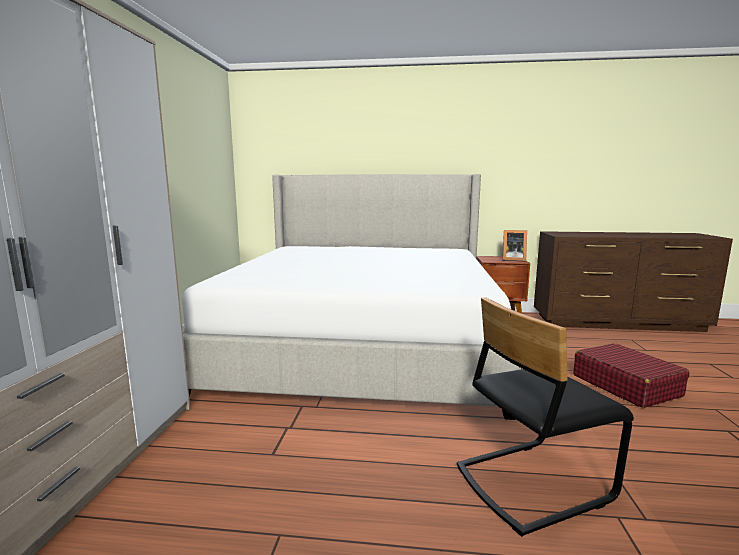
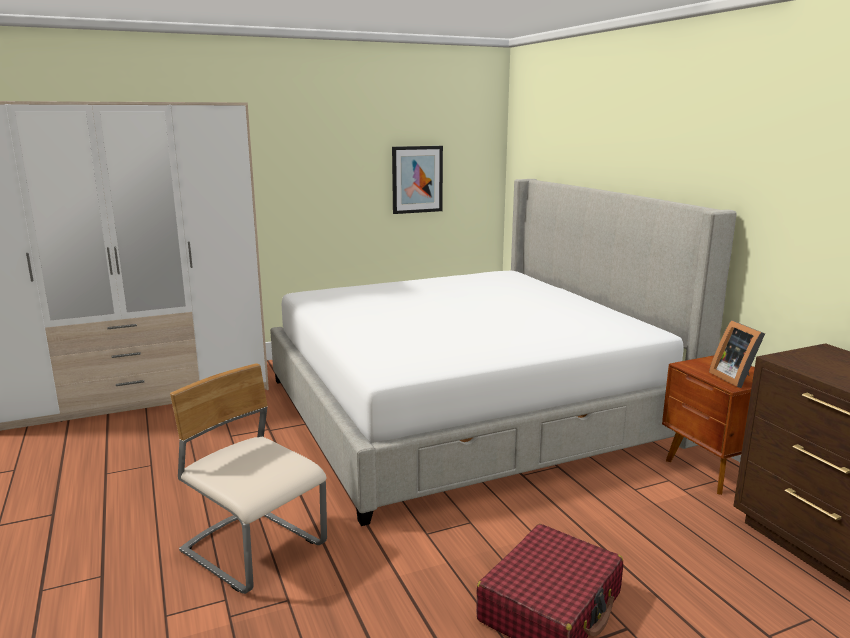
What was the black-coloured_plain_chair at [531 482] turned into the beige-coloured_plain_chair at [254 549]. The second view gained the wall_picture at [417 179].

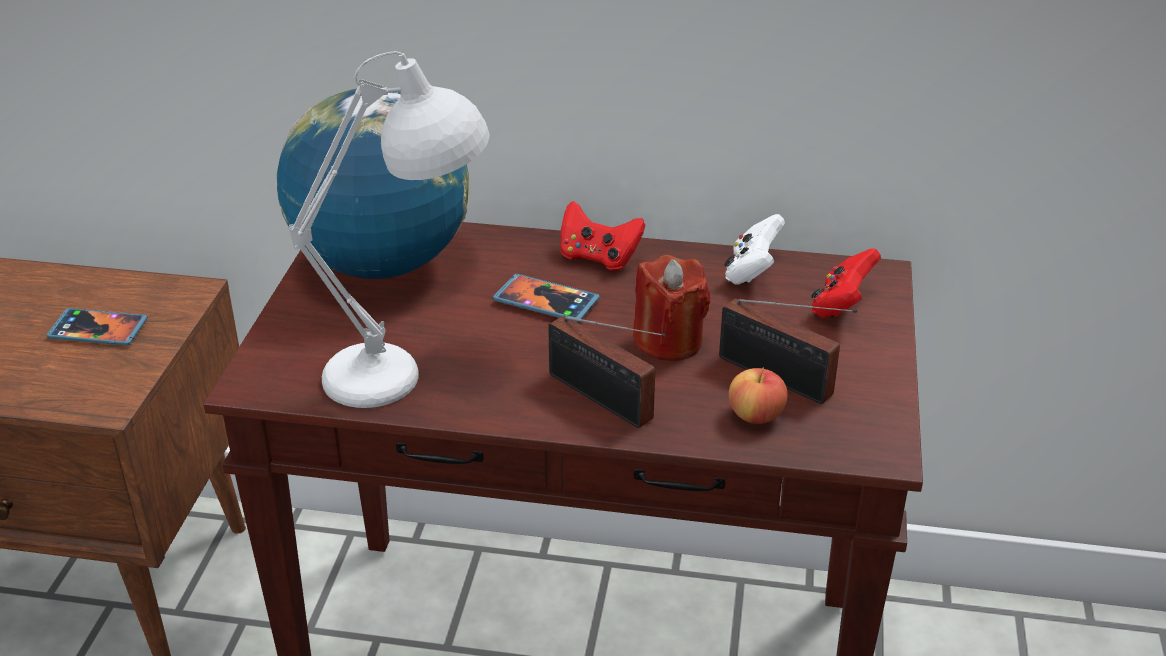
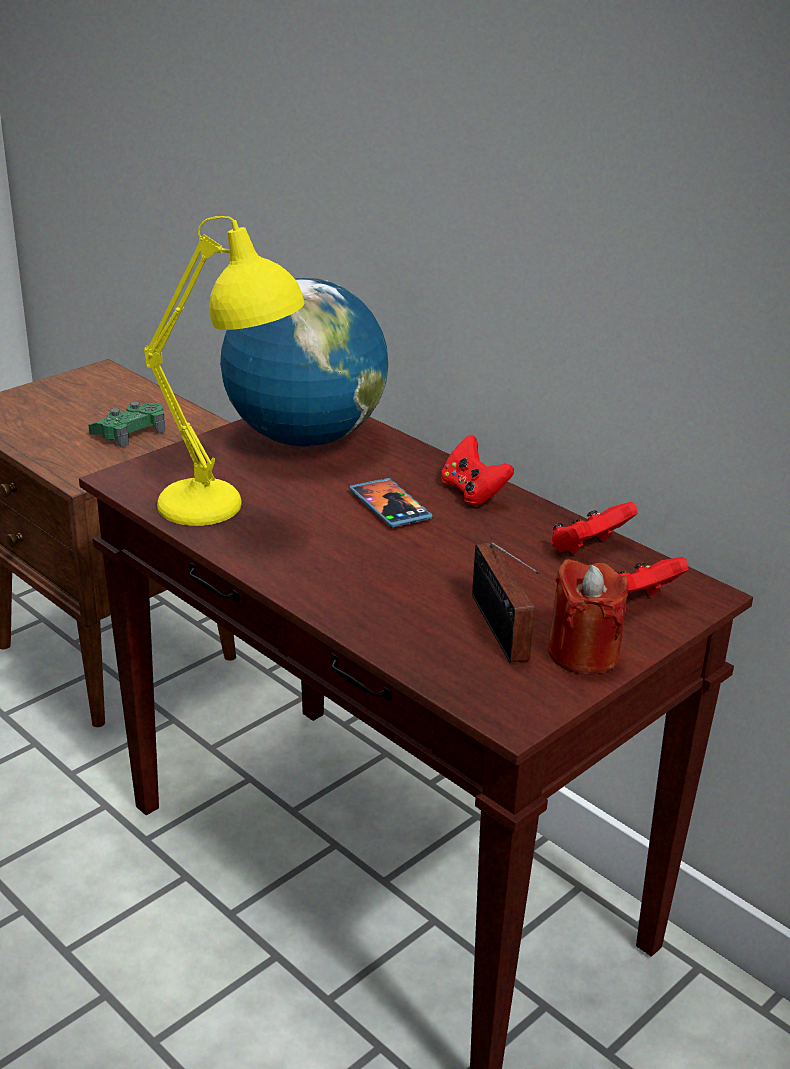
Where the handset stood at [98 330], the green-coloured_game_controller came to stand at [129 432]. What was the white_lamp_for_a_table at [412 373] turned into the yellow_lamp_for_a_table at [230 513]. The red-coloured_wax_light ended up elsewhere, having gone from [668 341] to [583 653]. What was the white_game_controller at [752 272] turned into the red-coloured_game_controller at [588 549]. The second view lost the radio_set at [604 400]. The second view lost the whole_apple at [755 415].

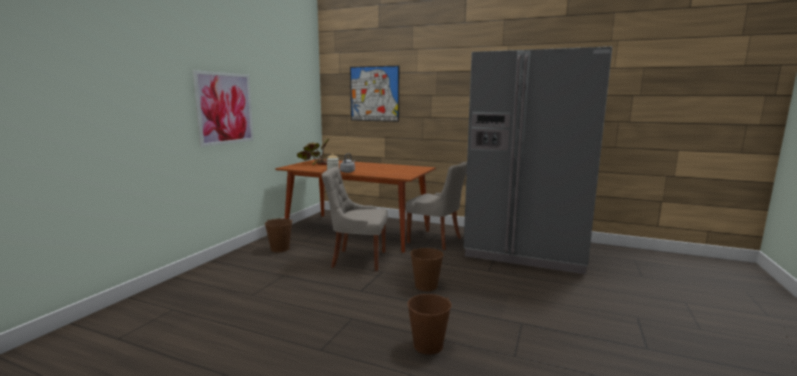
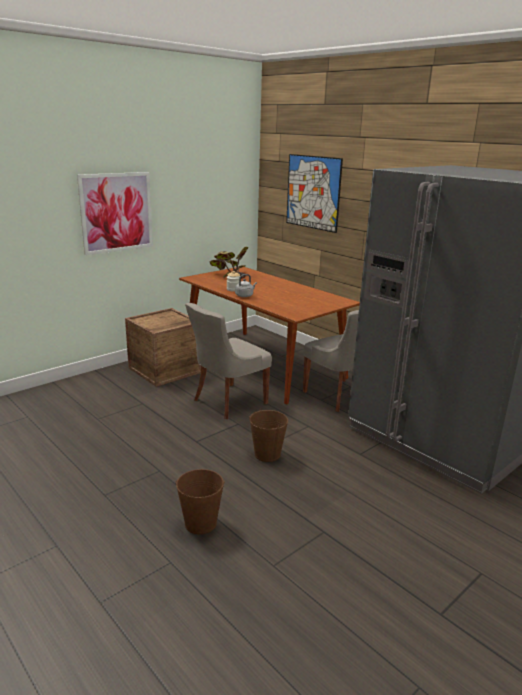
Where the brown_bucket stood at [280 249], the crate came to stand at [165 370]. The grey_plain_chair at [357 259] ended up facing another way, 75 degrees counterclockwise from before.

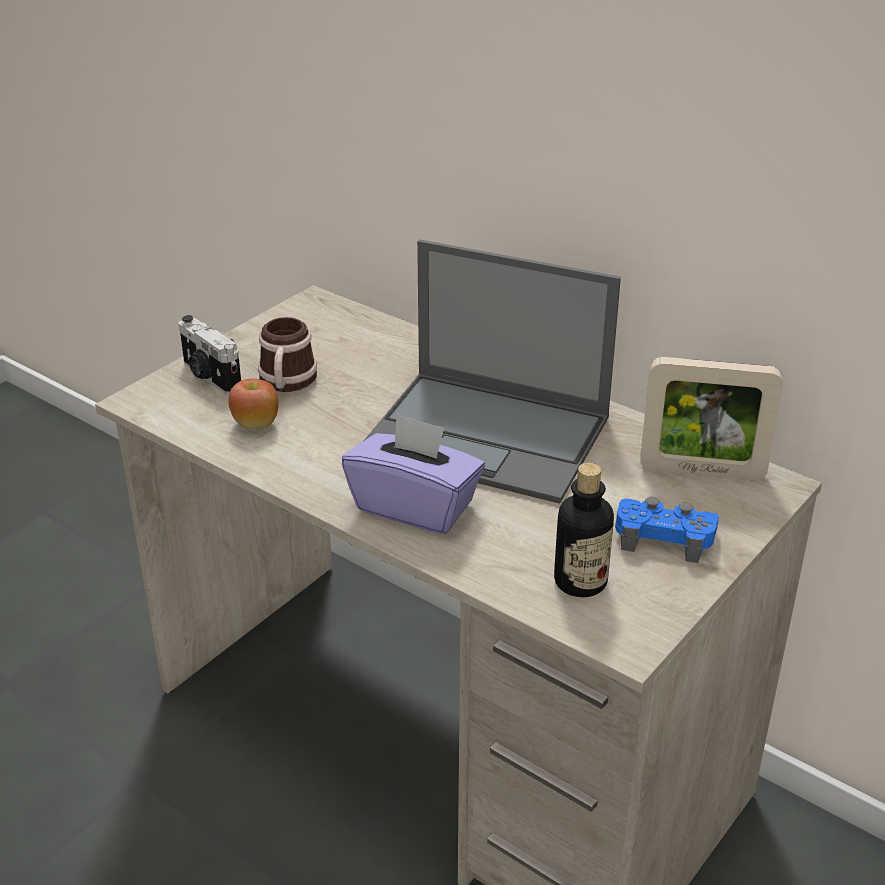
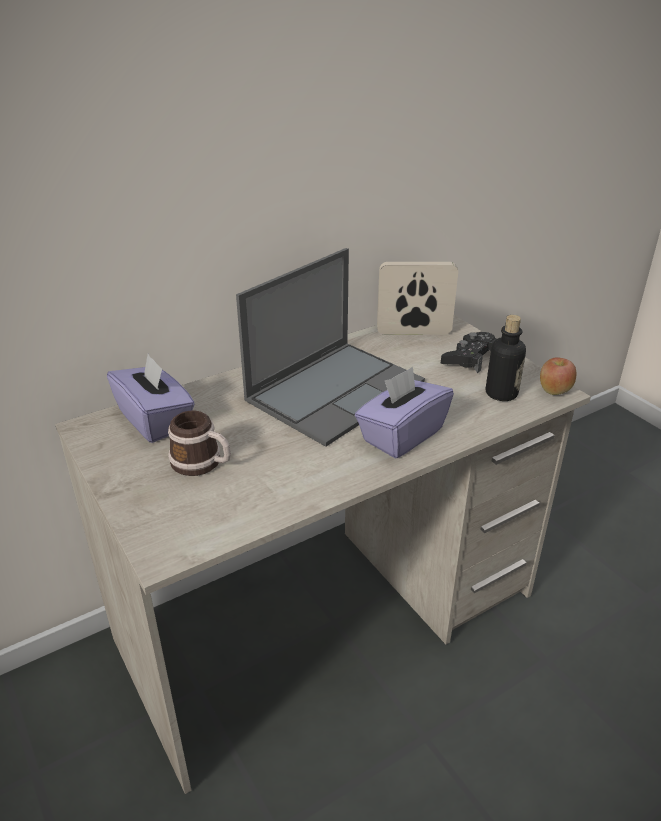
The second view gained the purplish_tissue_holder at [155 420]. The photo_frame at [702 471] ended up facing another way, 120 degrees counterclockwise from before. What was the blue-coloured_game_controller at [664 537] turned into the black-coloured_game_controller at [469 358]. The whole_apple ended up elsewhere, having gone from [255 424] to [554 391]. The second view lost the still_camera at [210 377].

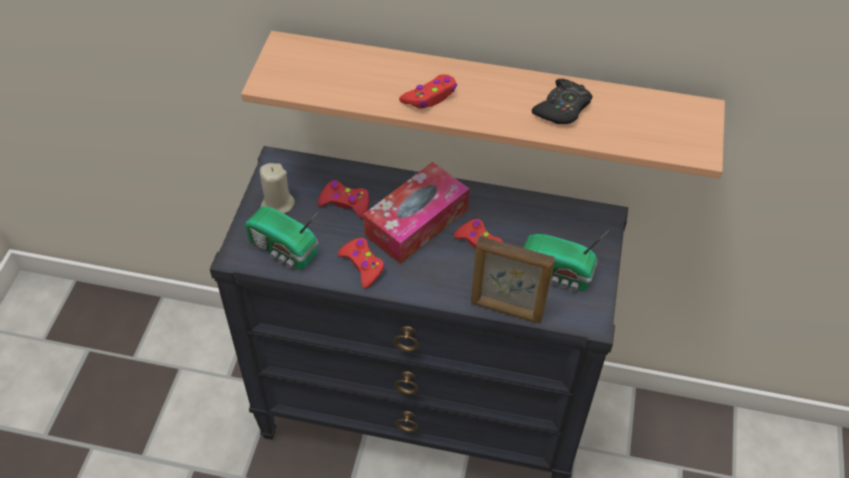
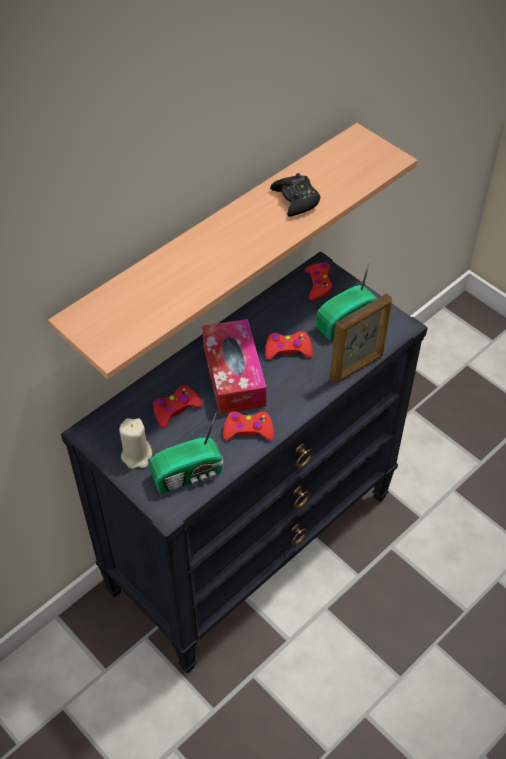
The red-coloured_game_controller ended up elsewhere, having gone from [430 97] to [319 284].

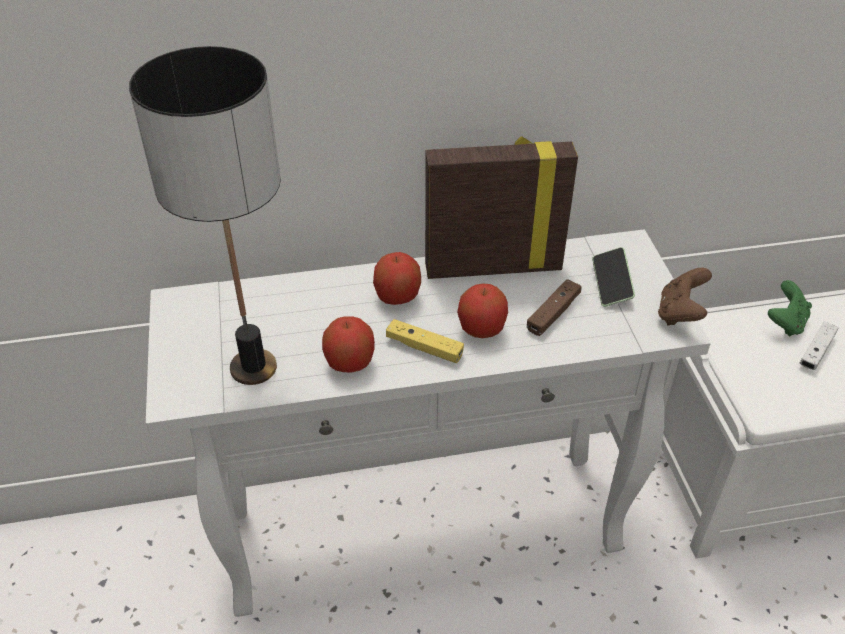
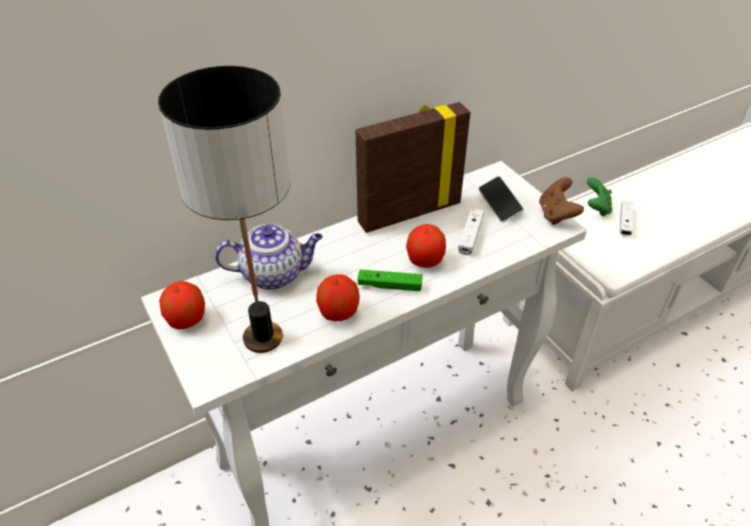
The whole_apple ended up elsewhere, having gone from [397 297] to [186 320]. The second view gained the tea_pot at [274 274]. What was the yellow_game_controller at [424 348] turned into the green-coloured_game_controller at [389 286]. What was the brown_game_controller at [553 313] turned into the white_game_controller at [470 236].

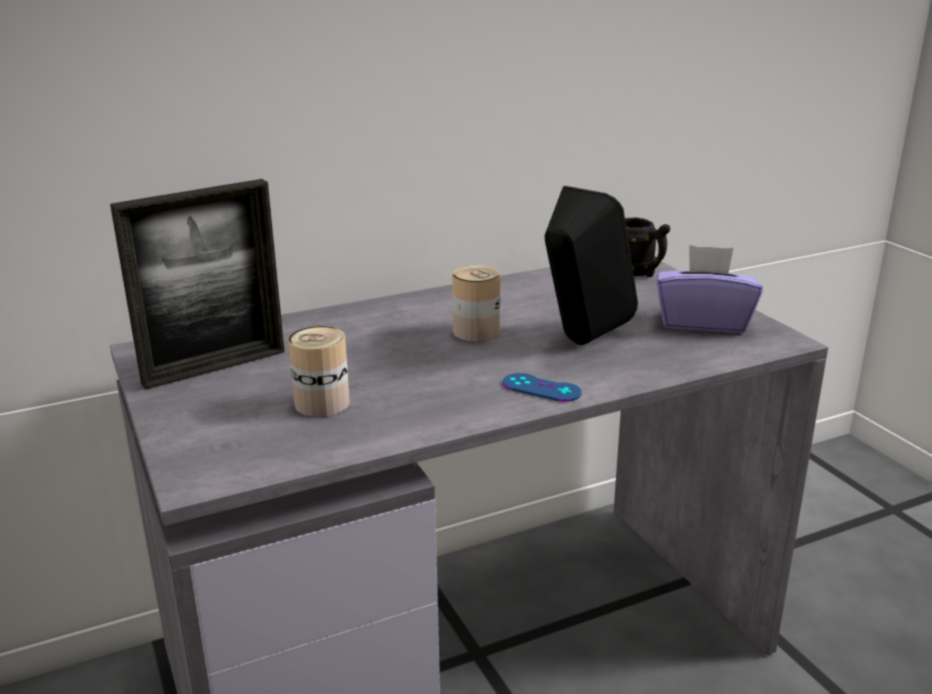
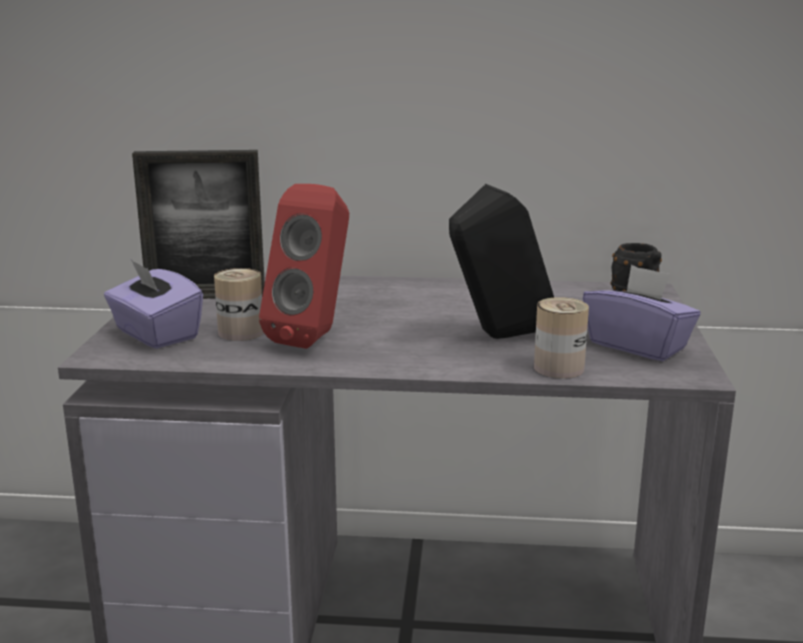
The second view gained the purplish_tissue_holder at [155 334]. The second view gained the red-coloured_audio_speaker at [315 338]. The can ended up elsewhere, having gone from [476 332] to [558 368]. The second view lost the blue-coloured_game_controller at [541 388].

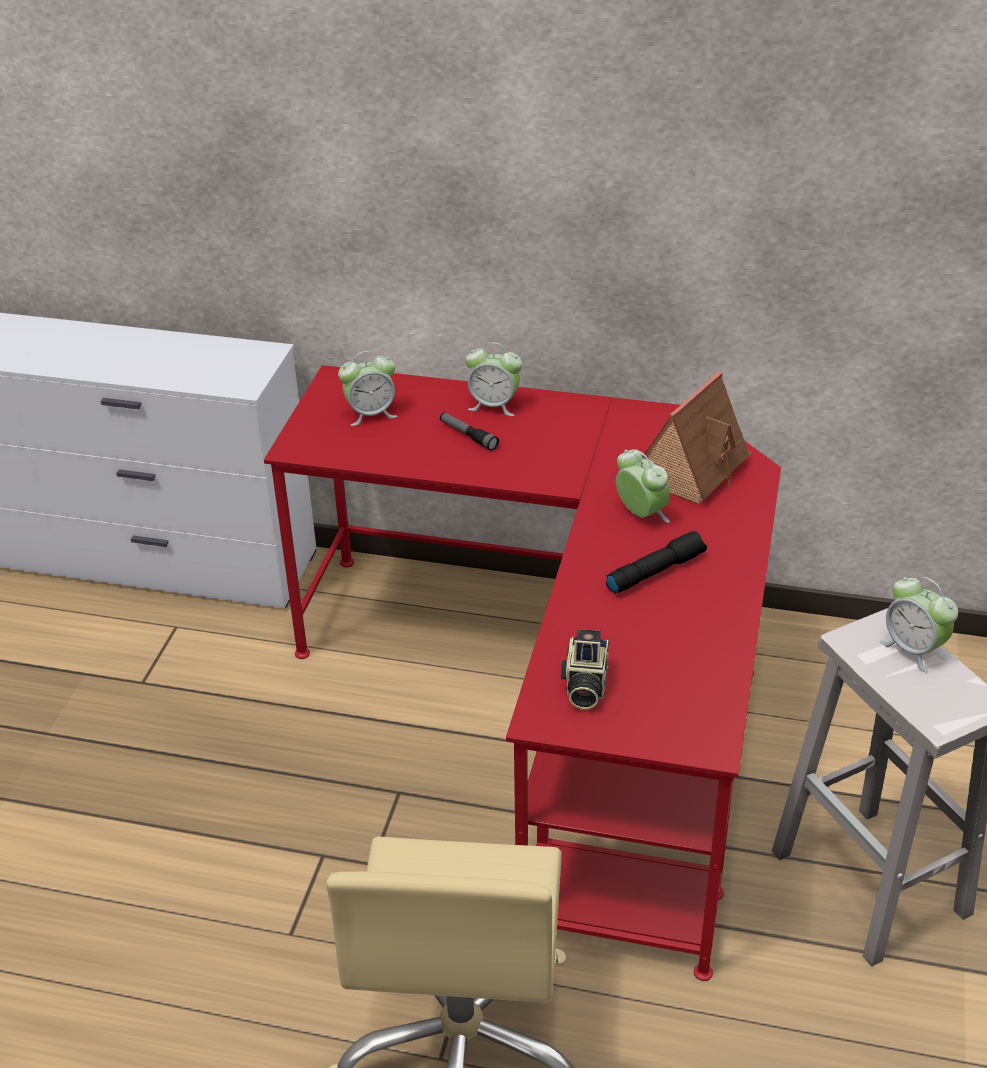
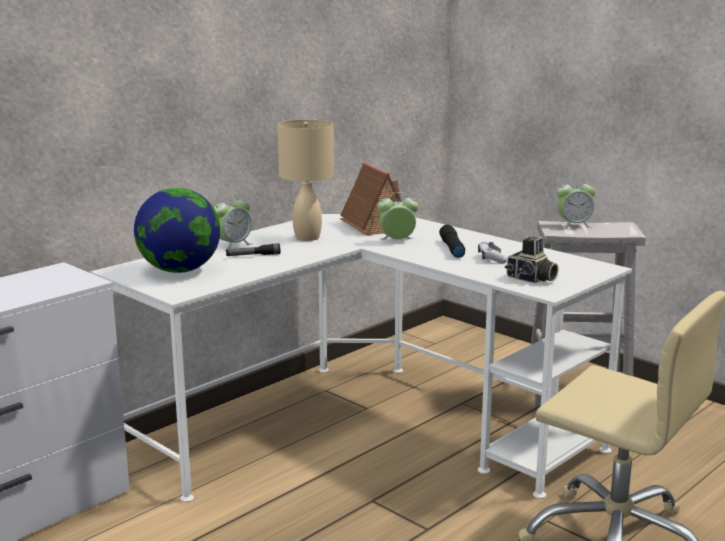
What was the red-coloured_desk_unit at [562 707] turned into the white_desk_unit at [361 426]. Where the bedside_clock stood at [370 414], the world_globe came to stand at [180 270]. The second view gained the beige-coloured_lamp_for_a_table at [306 237]. The second view gained the game_controller at [491 258].

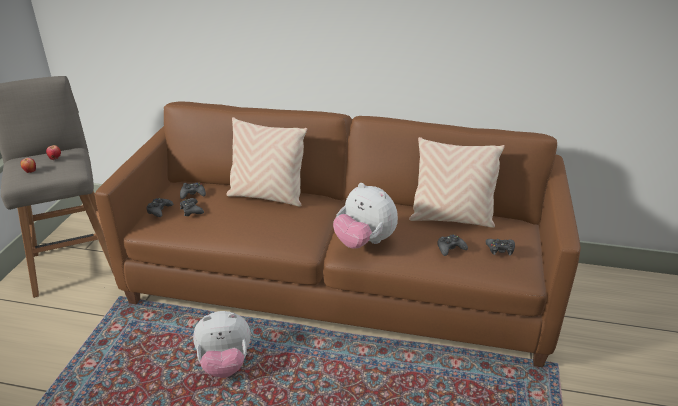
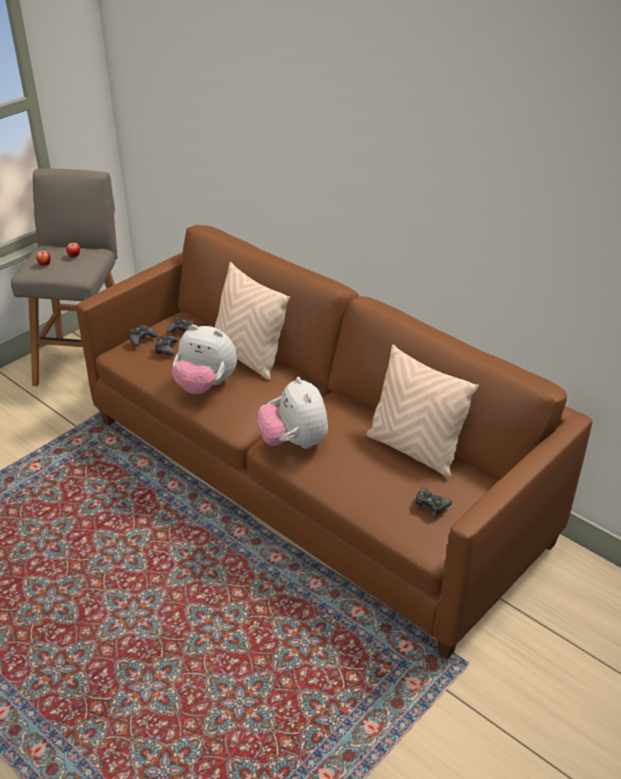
The cuddly_toy ended up elsewhere, having gone from [225 364] to [205 385]. The second view lost the black-coloured_game_controller at [450 248].

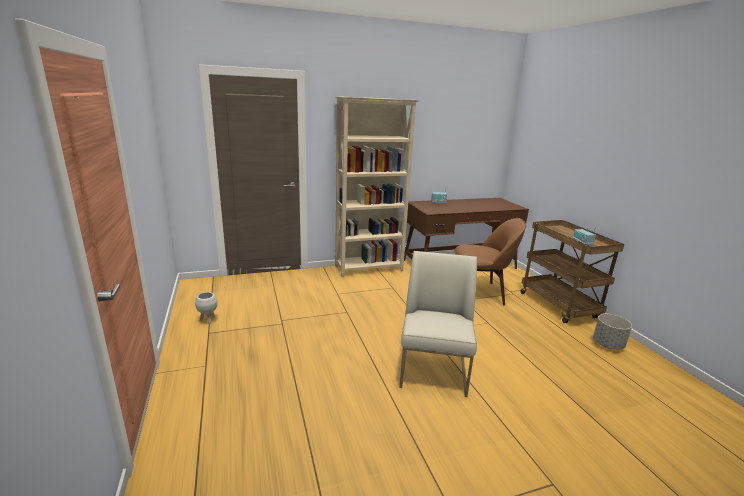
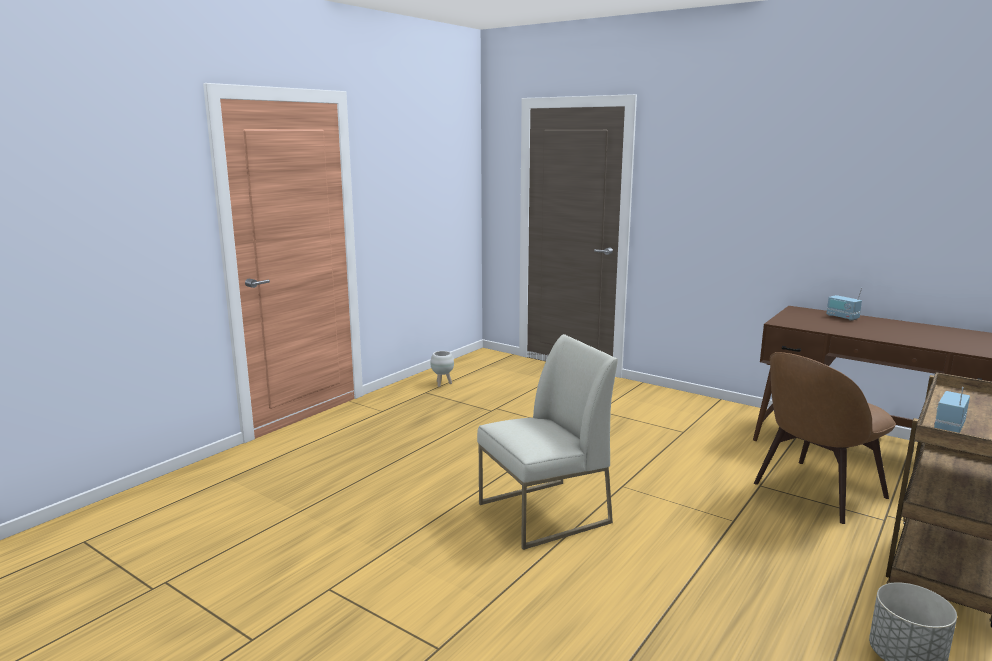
The brown_plain_chair at [480 293] ended up facing another way, 90 degrees clockwise from before. The second view lost the beige-coloured_bookshelf at [369 268].

